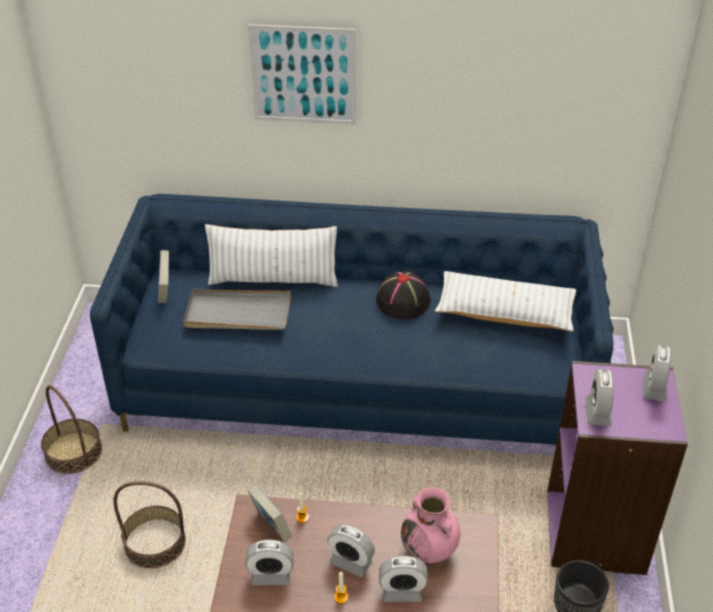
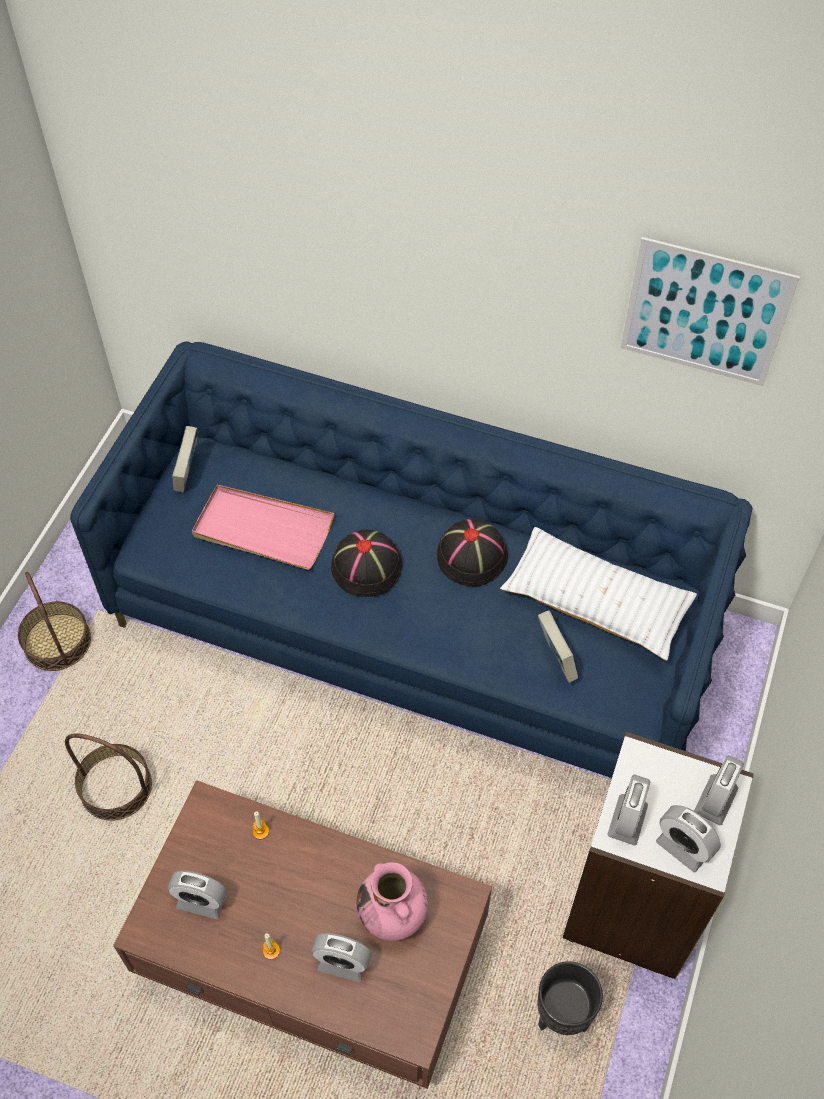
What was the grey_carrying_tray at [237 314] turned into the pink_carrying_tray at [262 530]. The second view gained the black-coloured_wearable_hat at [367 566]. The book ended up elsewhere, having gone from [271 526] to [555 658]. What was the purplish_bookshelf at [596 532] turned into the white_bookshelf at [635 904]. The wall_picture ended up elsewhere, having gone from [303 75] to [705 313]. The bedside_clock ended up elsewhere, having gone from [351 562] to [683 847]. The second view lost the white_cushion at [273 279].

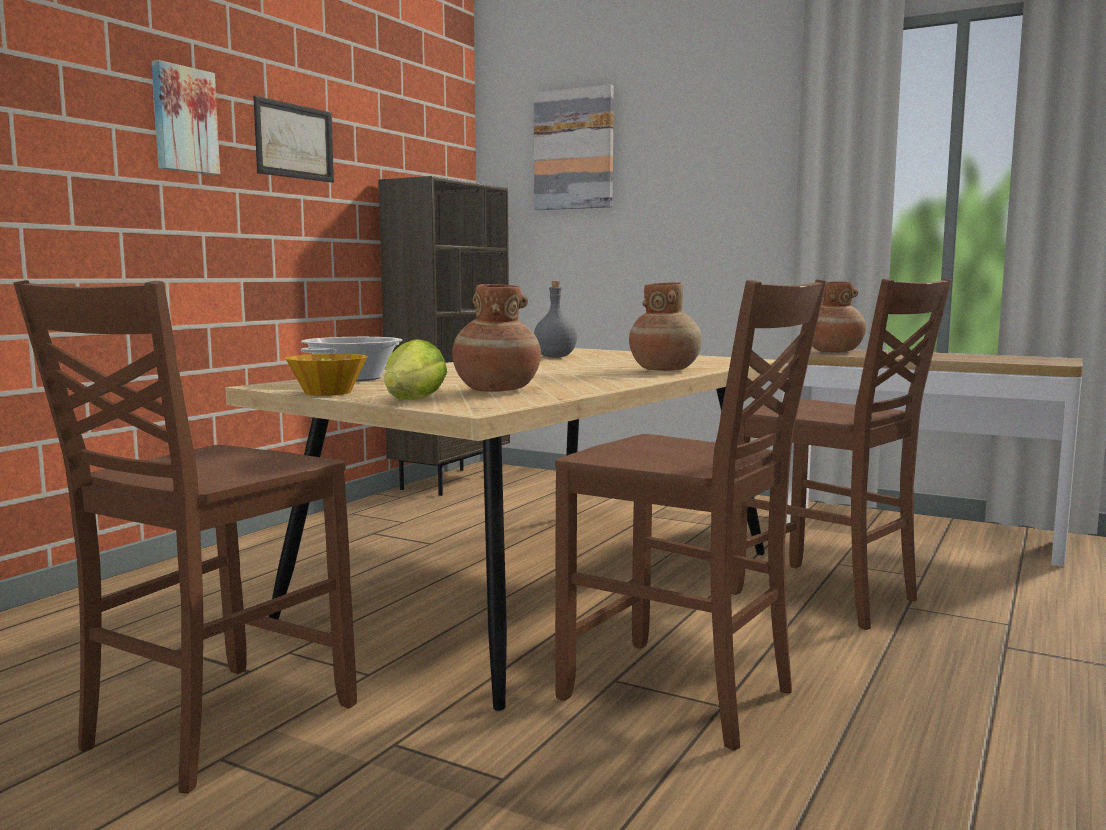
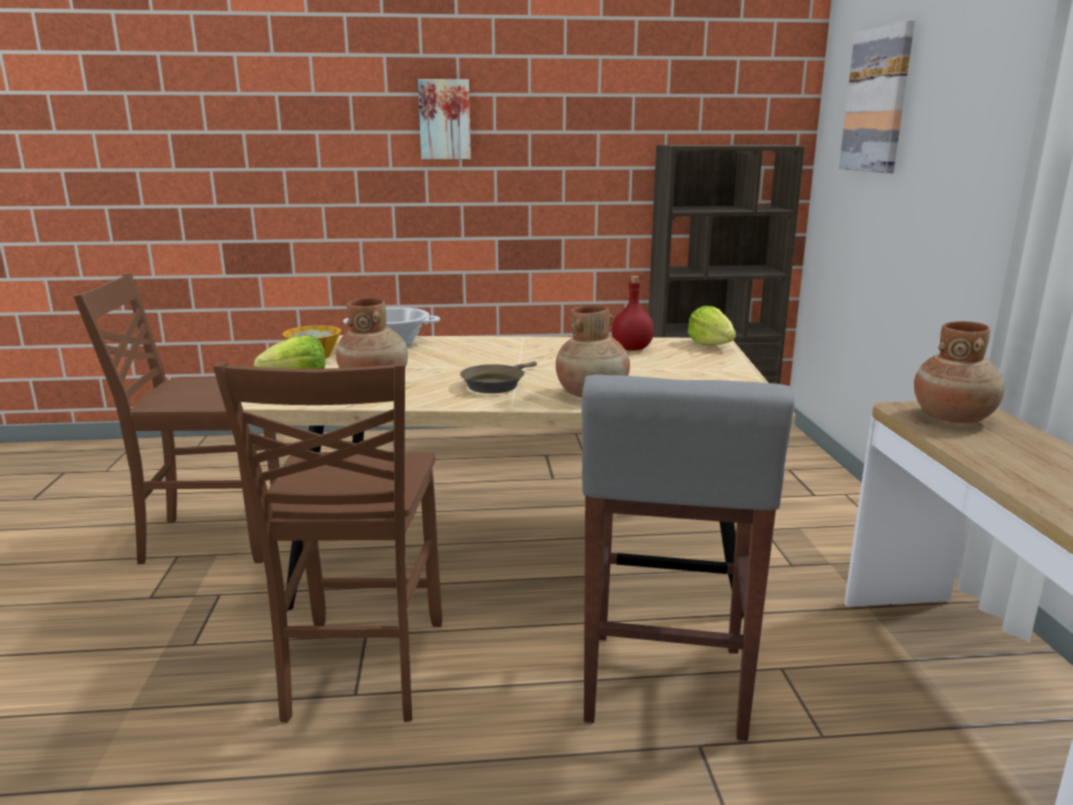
The second view gained the brown_pan at [495 384]. Where the brown_plain_chair stood at [827 597], the grey_stool_seat came to stand at [664 686]. What was the grey_drink_bottle at [555 357] turned into the red-coloured_drink_bottle at [631 349]. The second view gained the lettuce at [711 344]. The second view lost the wall_picture at [294 141].

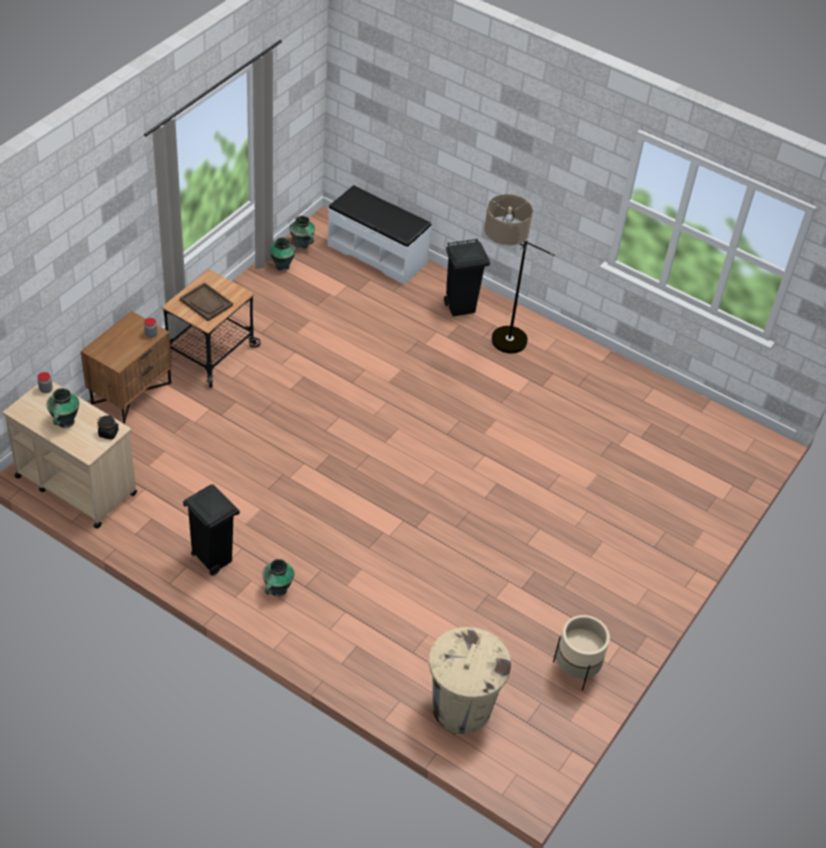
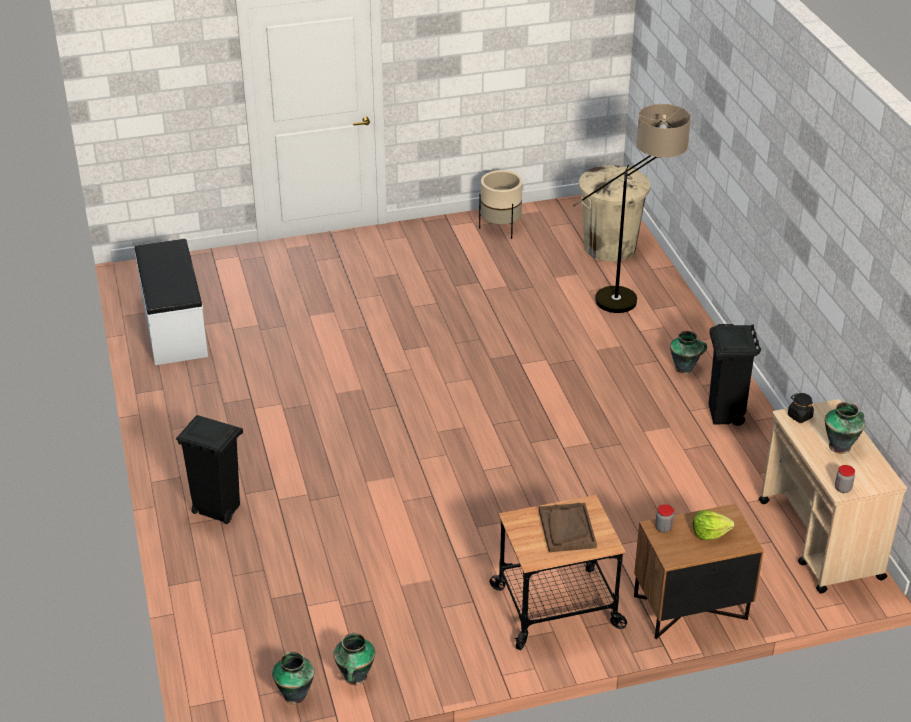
The white_indoor_bench ended up elsewhere, having gone from [377 254] to [173 327]. The floor_lamp ended up elsewhere, having gone from [497 346] to [633 301]. The second view gained the lettuce at [709 533].

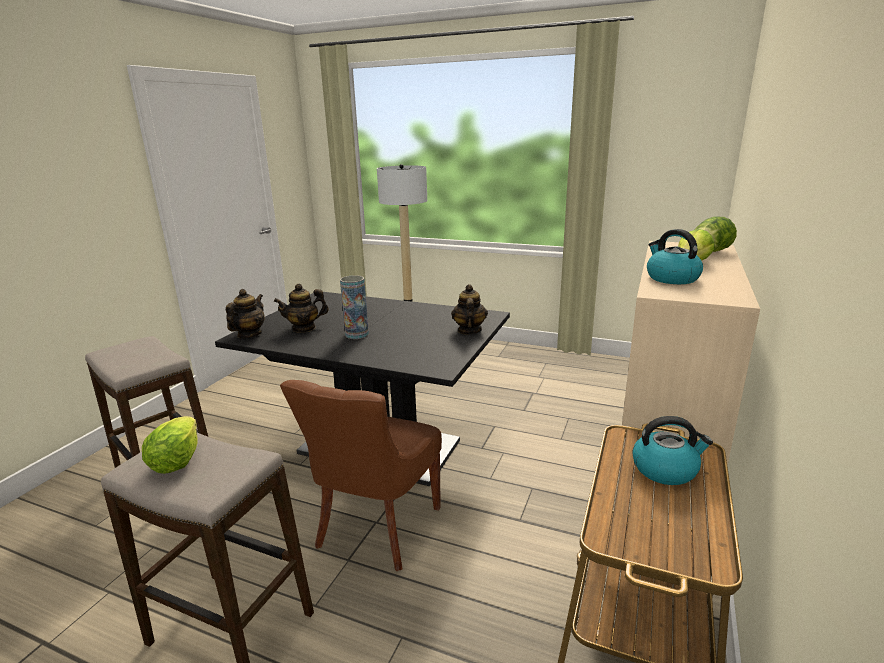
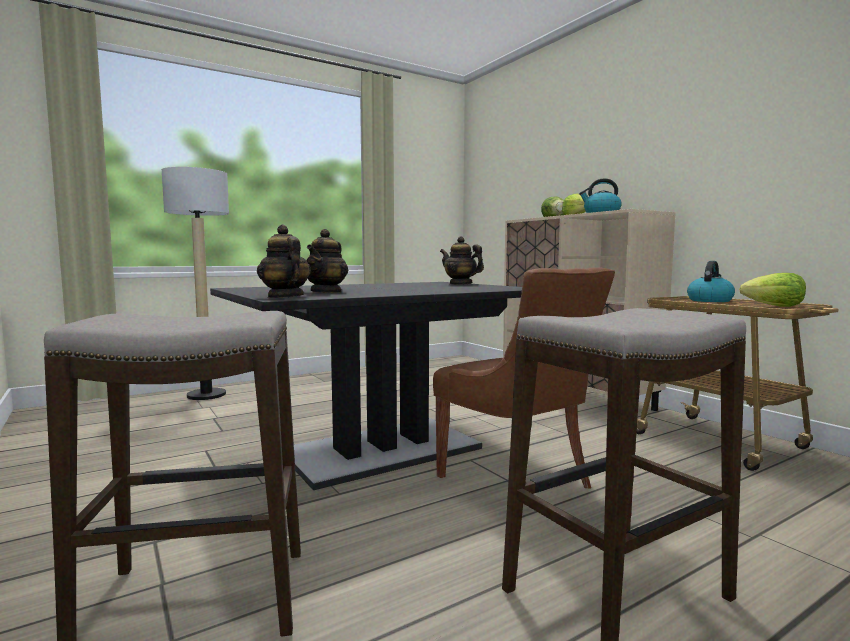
The lettuce ended up elsewhere, having gone from [176 461] to [774 306]. The second view lost the flower_vase at [357 334].

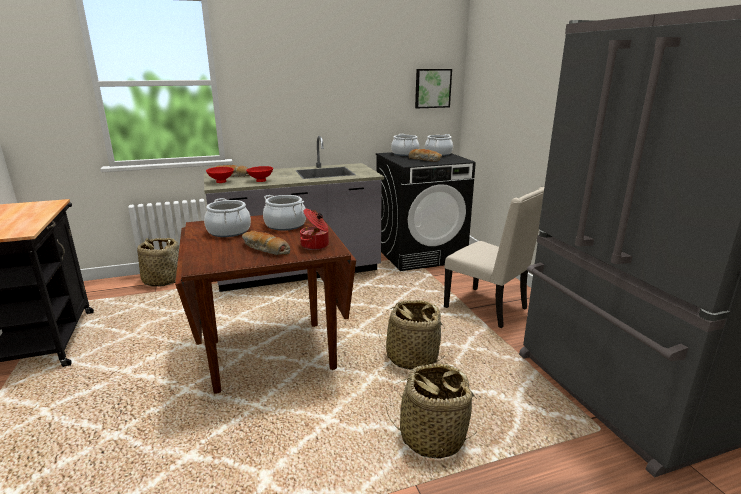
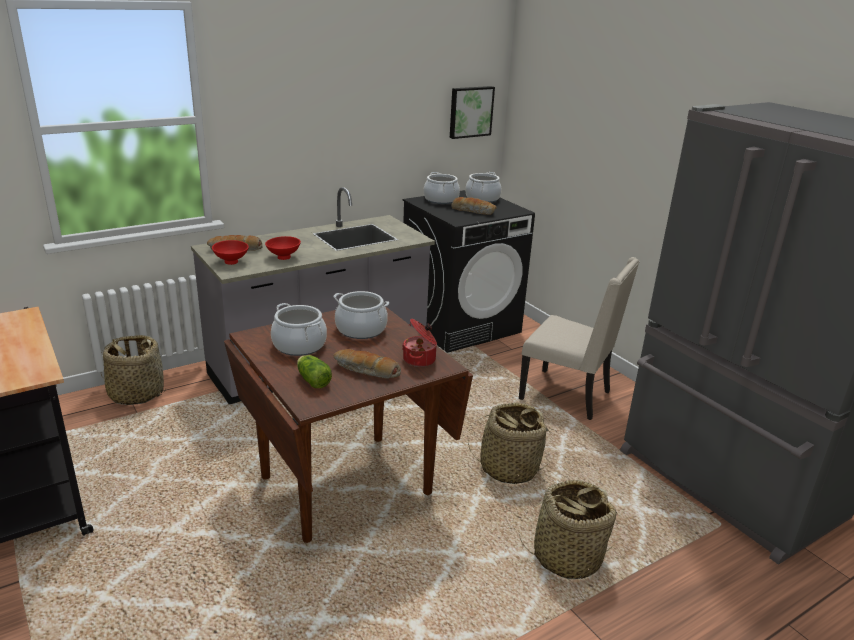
The second view gained the lettuce at [312 380].

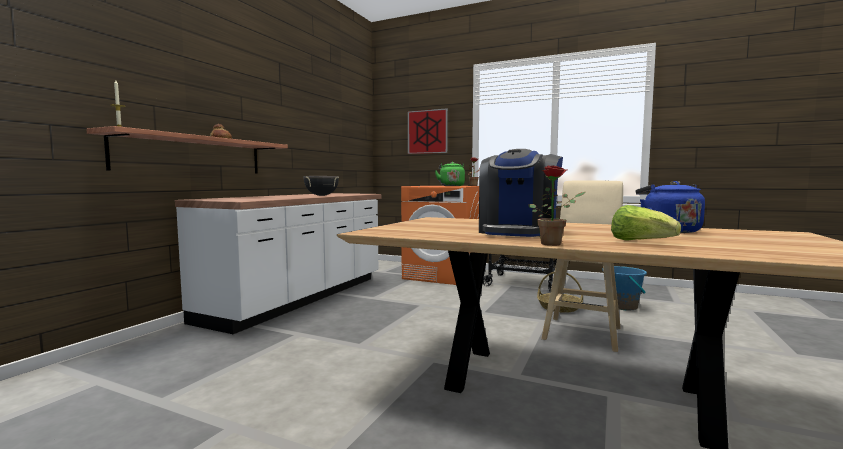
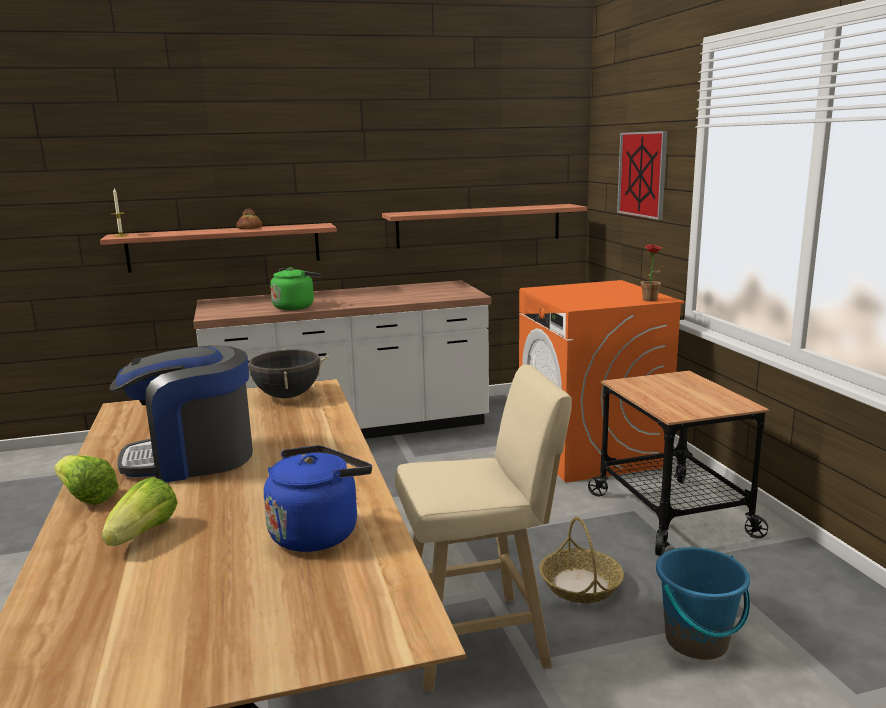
Where the potted_plant stood at [554 244], the lettuce came to stand at [86 497]. The black-coloured_cooking_pot ended up elsewhere, having gone from [321 195] to [287 396]. The green-coloured_water_kettle ended up elsewhere, having gone from [451 186] to [295 306]. The second view gained the shelf at [479 225].

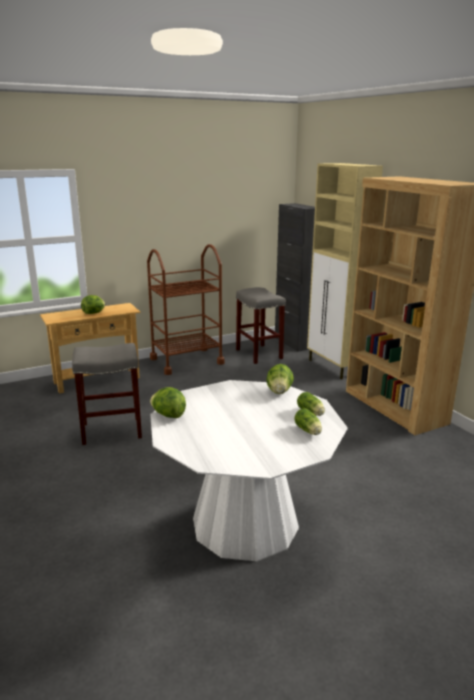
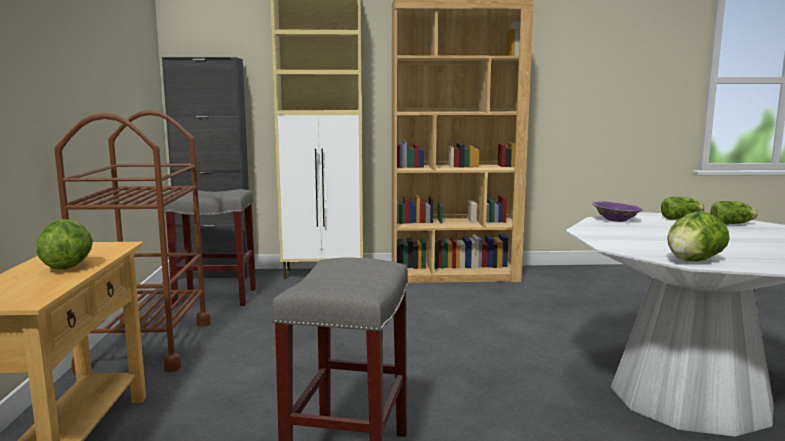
Where the lettuce stood at [279 391], the purplish_serving_bowl came to stand at [615 220].

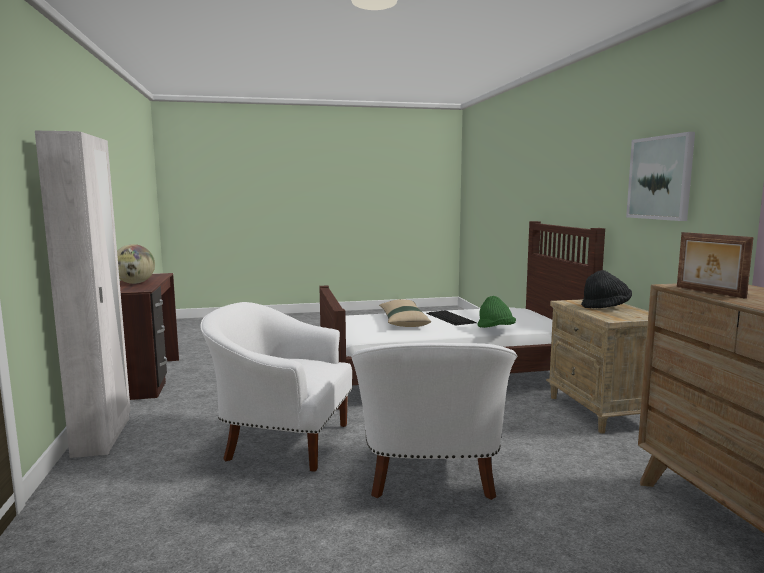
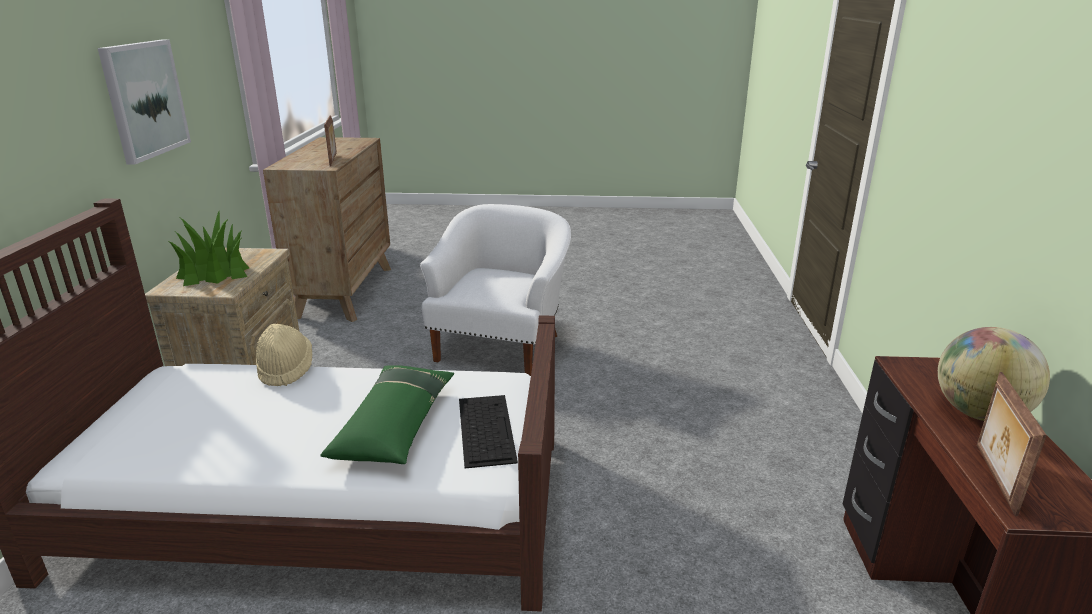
Where the black-coloured_wearable_hat stood at [605 307], the potted_plant came to stand at [214 272]. What was the green-coloured_wearable_hat at [495 329] turned into the beige-coloured_wearable_hat at [285 370]. What was the beige-coloured_cushion at [403 321] turned into the green-coloured_cushion at [395 425]. The computer_keyboard ended up elsewhere, having gone from [451 318] to [485 428]. The second view gained the photo_frame at [993 478]. The second view lost the white_wardrobe at [103 437]. The second view lost the white_lounge_chair at [282 441].

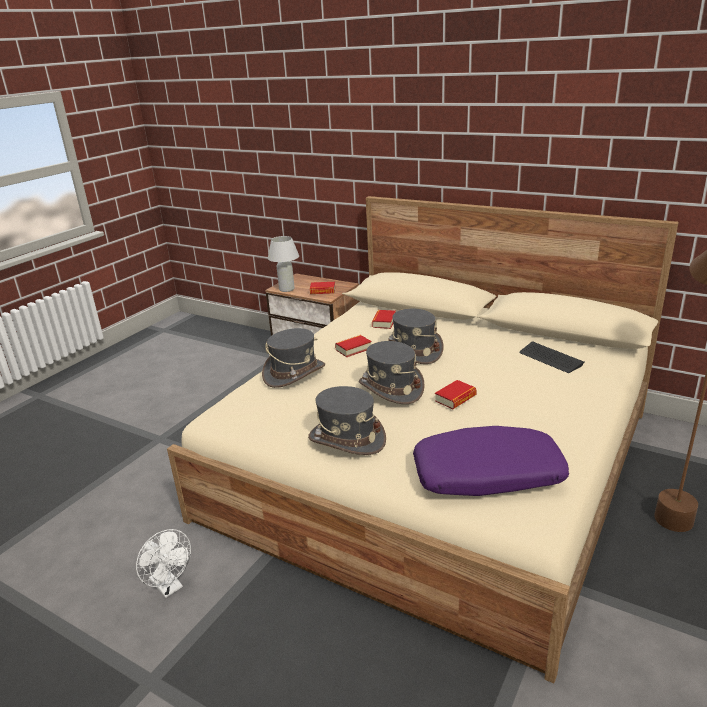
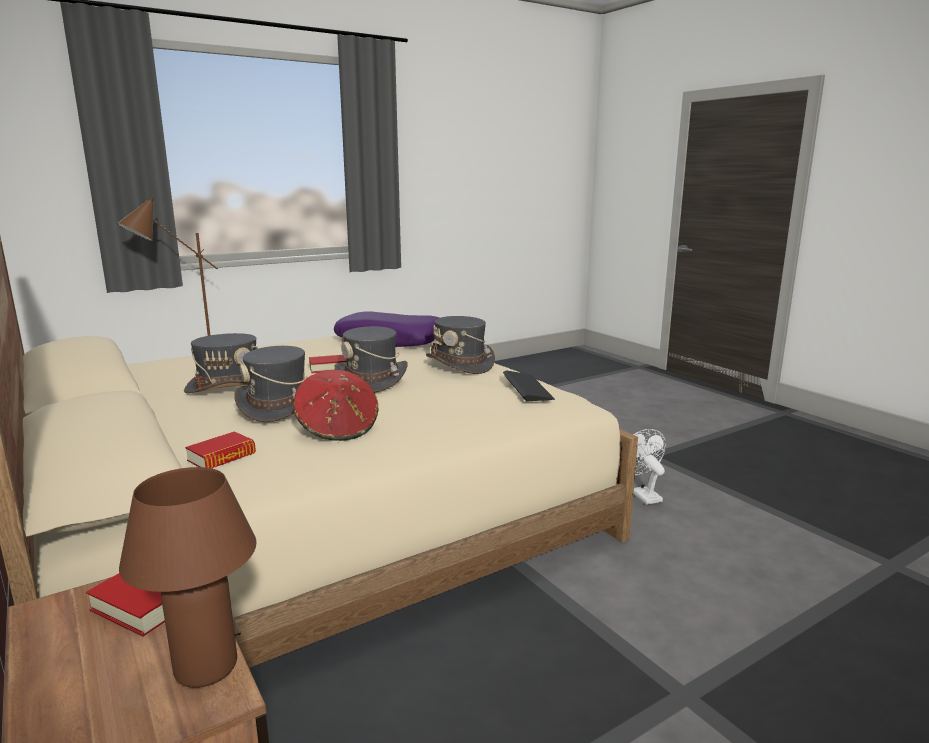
What was the white_lamp_for_a_table at [286 289] turned into the brown_lamp_for_a_table at [206 667]. The grey_wearable_hat ended up elsewhere, having gone from [294 373] to [229 386]. Where the book stood at [353 349], the red-coloured_wearable_hat came to stand at [338 429]. The computer_keyboard ended up elsewhere, having gone from [550 358] to [527 387].

